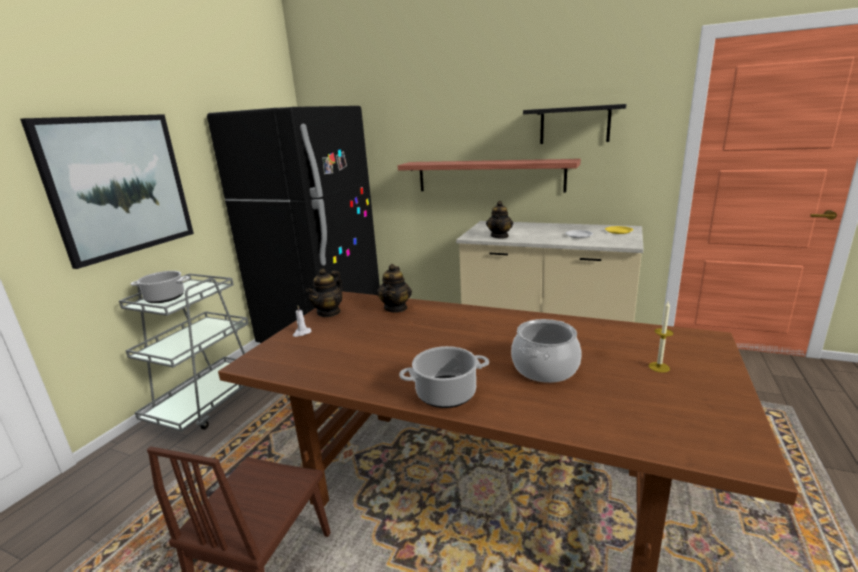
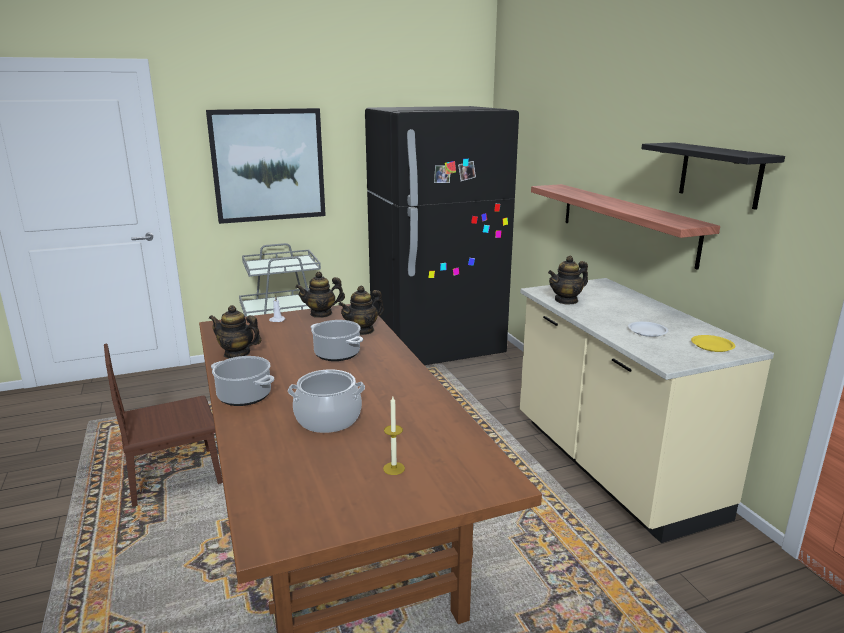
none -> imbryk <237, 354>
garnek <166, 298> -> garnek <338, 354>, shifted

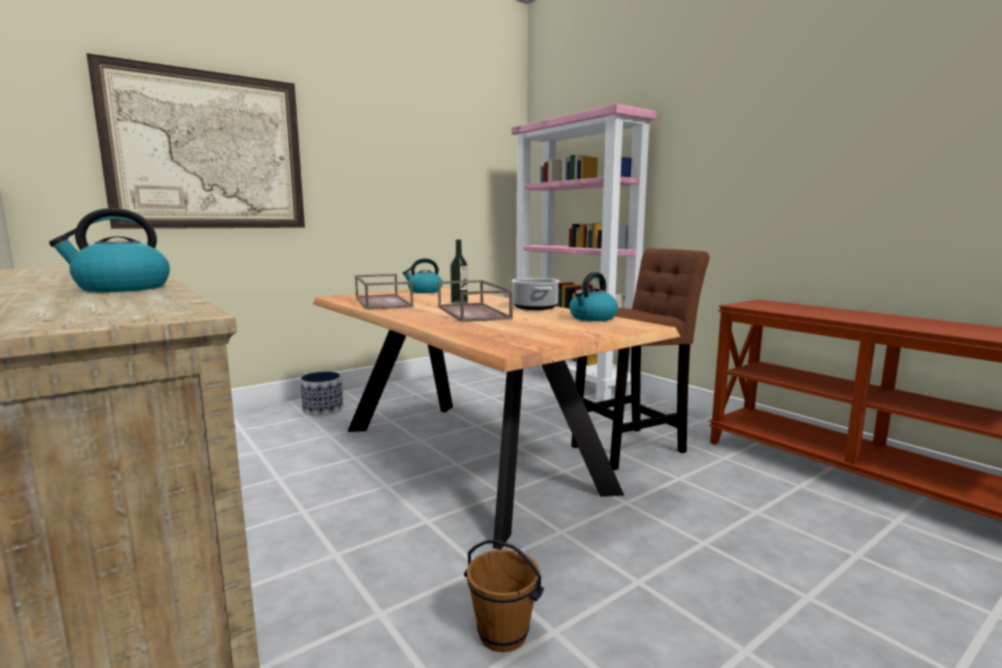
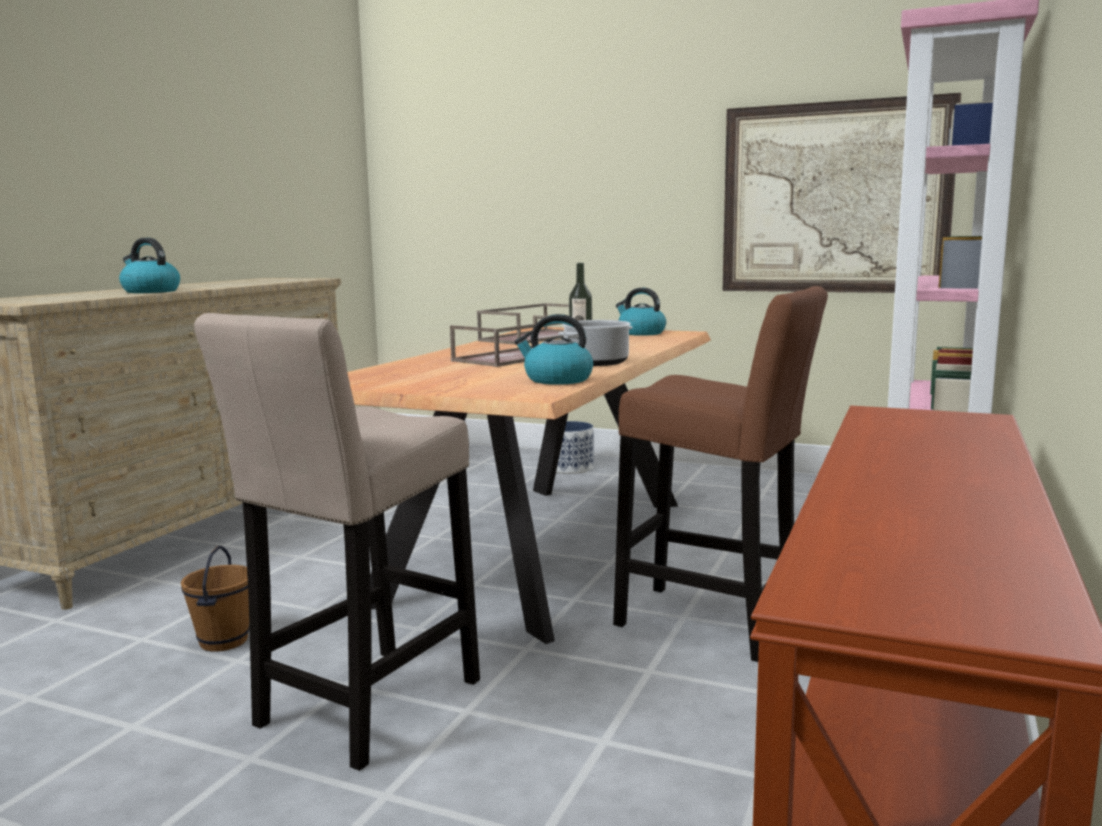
none -> stołek [beżowy] <362, 709>
obraz <208, 151> -> obraz <834, 198>, shifted

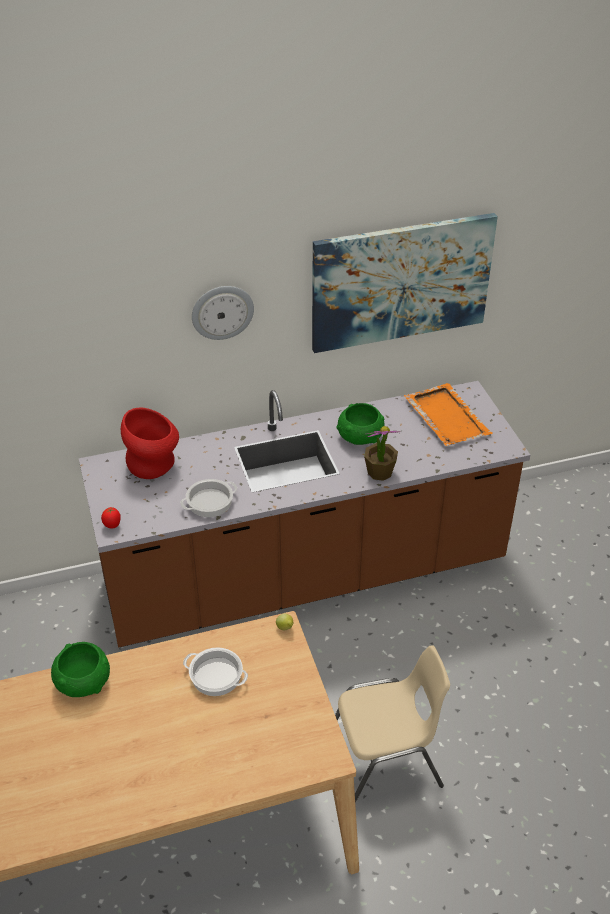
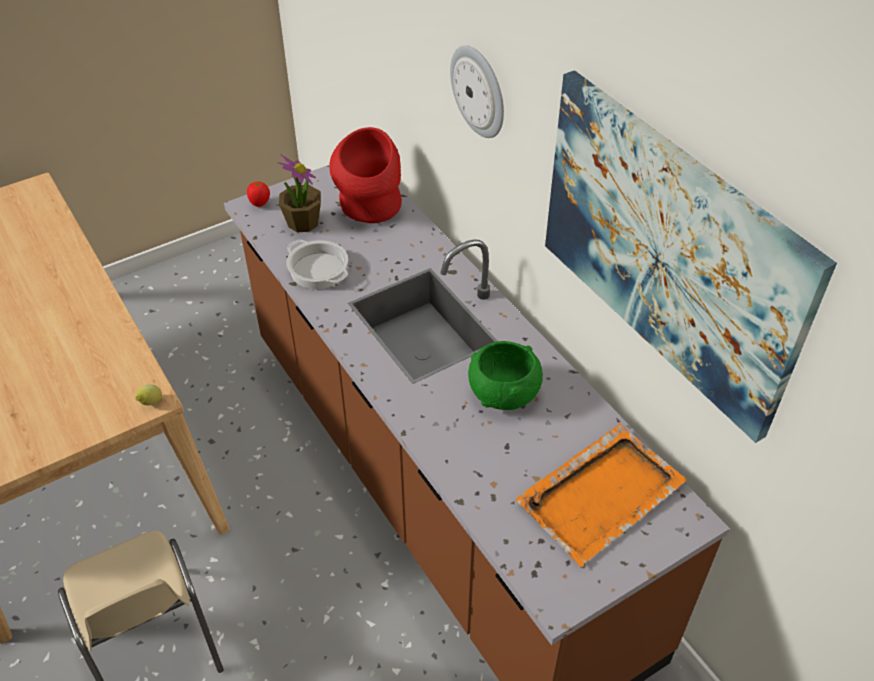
miska [zielony] <83, 681> -> none
garnek <217, 675> -> none
roślina doniczkowa <379, 472> -> roślina doniczkowa <303, 222>, shifted

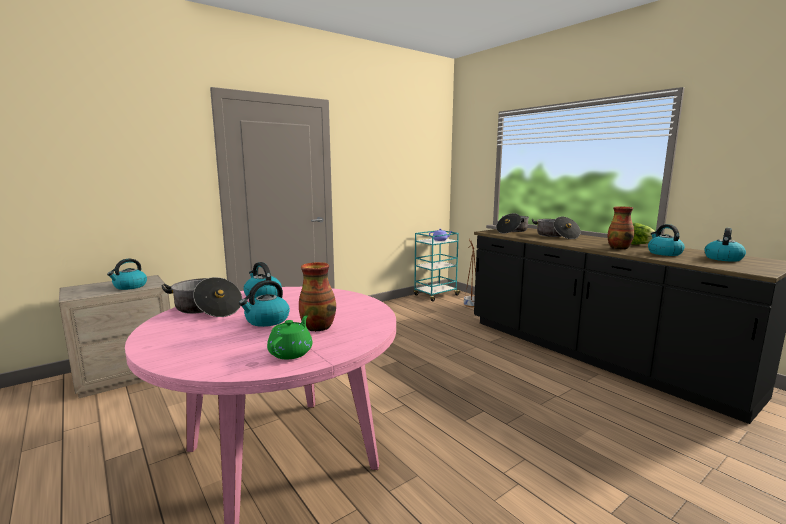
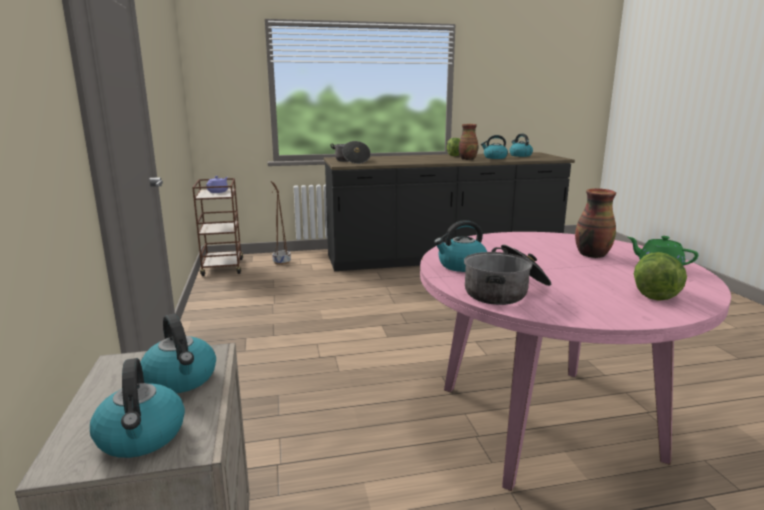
garnek <555, 236> -> none
none -> sałata <653, 293>
czajnik <267, 321> -> czajnik <142, 437>, shifted
wózek [turkusowy] <435, 295> -> wózek [brązowy] <223, 268>

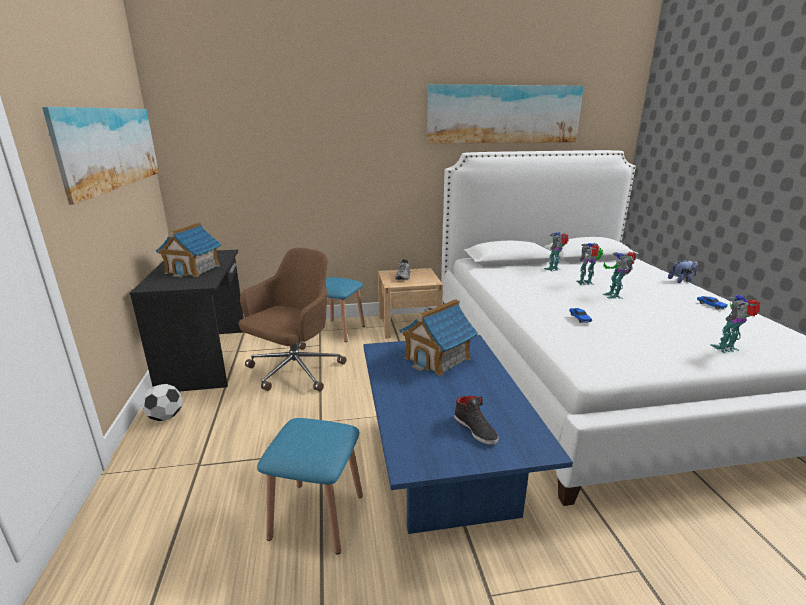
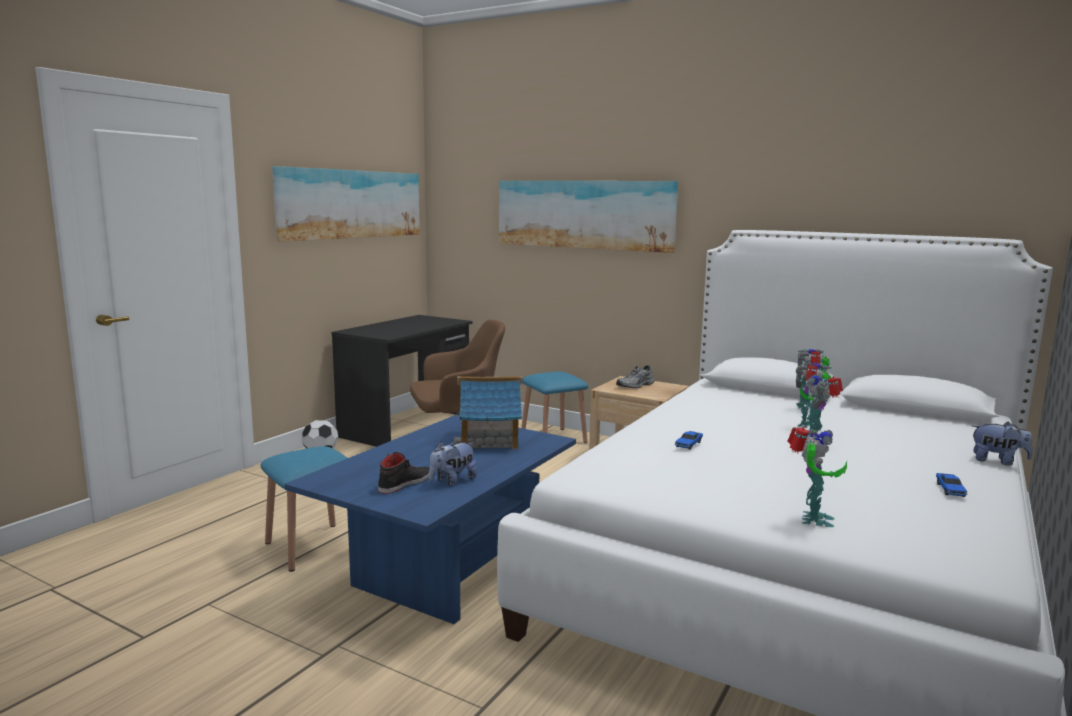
domek <193, 269> -> none
none -> pluszak <452, 481>
obraz <503, 114> -> obraz <583, 214>, shifted
but [czarny] <476, 429> -> but [czarny] <405, 483>, 150 degrees counterclockwise
robot zabawkowy <727, 349> -> robot zabawkowy <812, 519>, 90 degrees clockwise

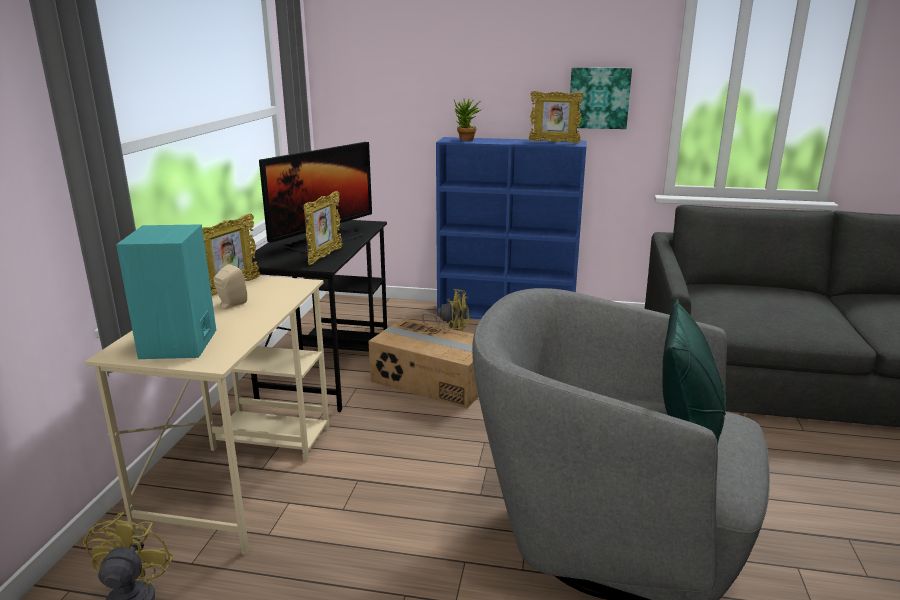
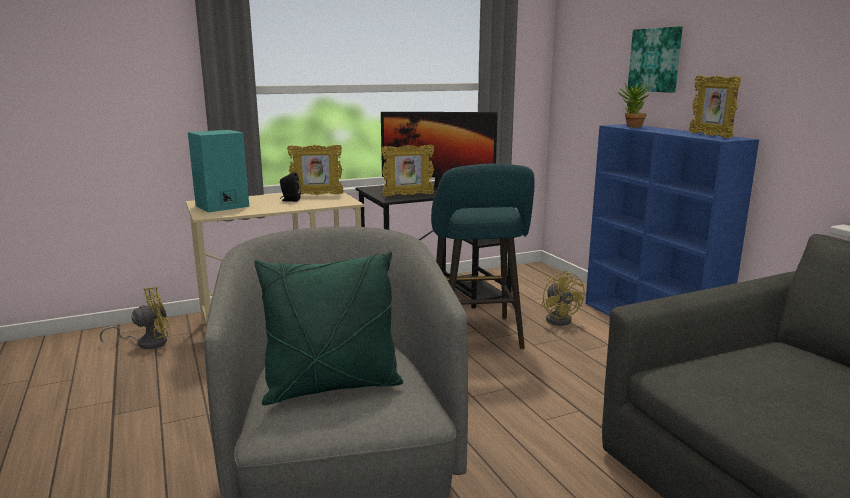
obraz <599, 98> -> obraz <656, 60>, shifted
karton <433, 381> -> stołek [turkusowy] <477, 337>
głośnik [beżowy] <230, 305> -> głośnik [czarny] <290, 200>

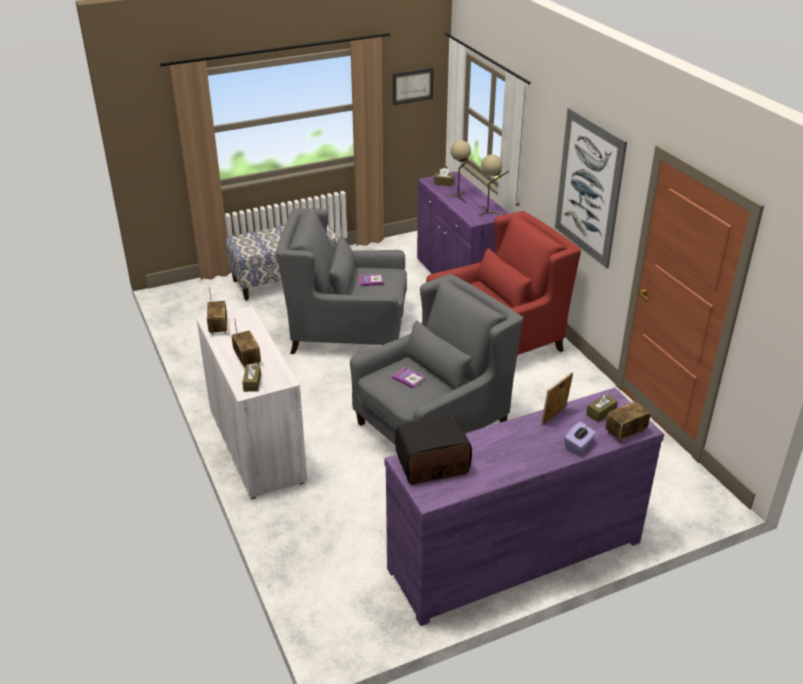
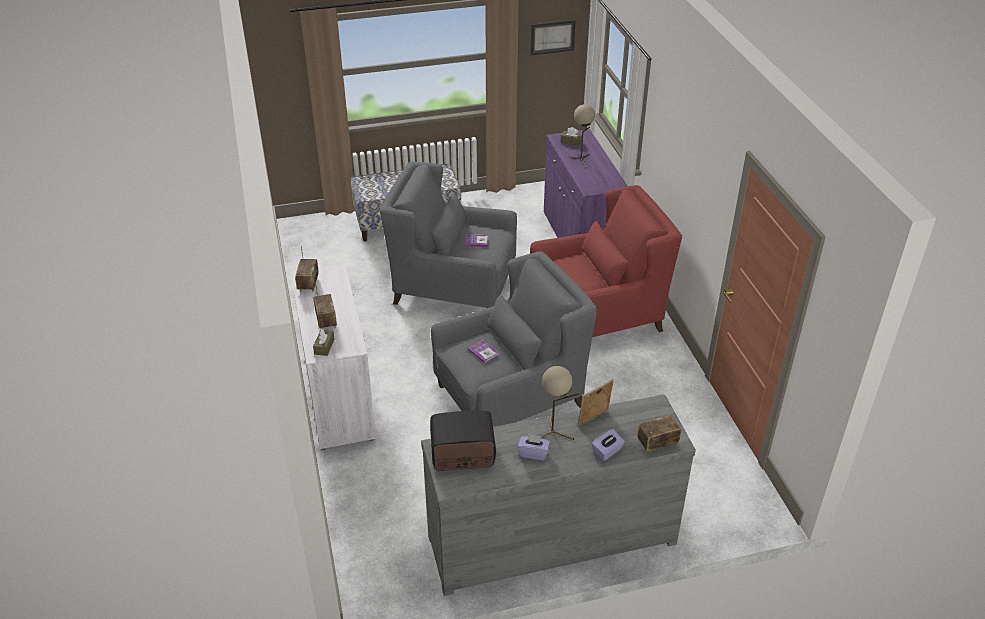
obraz <589, 187> -> none
pudełko chusteczek [brązowy] <601, 412> -> none
none -> pudełko chusteczek [fioletowy] <533, 453>
lampa stołowa [beżowy] <489, 212> -> lampa stołowa [beżowy] <555, 432>, shifted
komoda [fioletowy] <513, 554> -> komoda [szary] <550, 538>

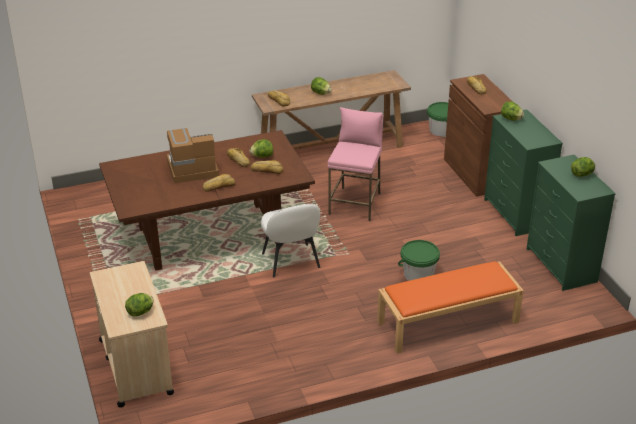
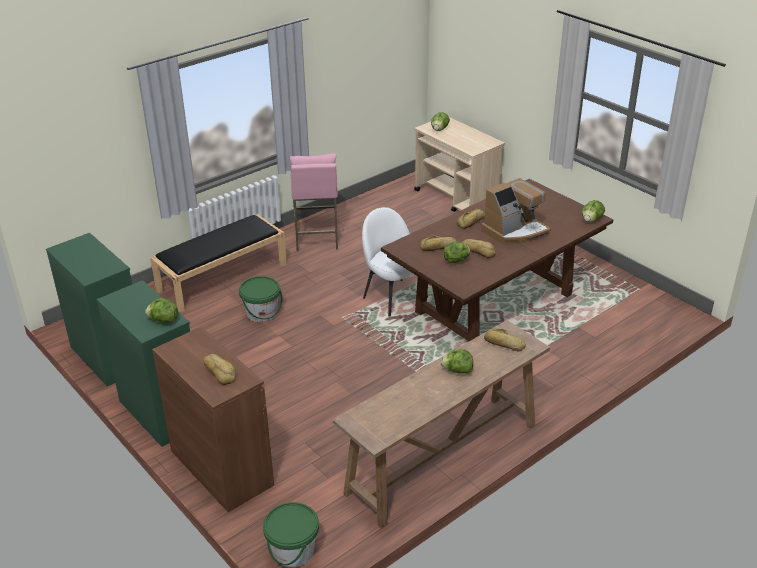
stołek [różowy] <355, 204> -> stołek [różowy] <316, 236>, shifted
sałata <582, 174> -> sałata <591, 220>, shifted
ławka [pomarańczowy] <447, 323> -> ławka [czarny] <223, 277>

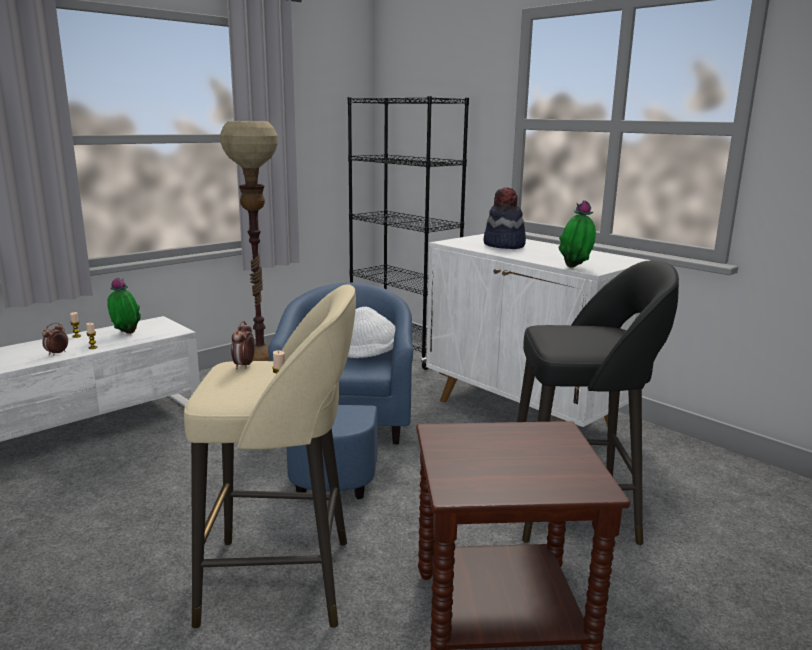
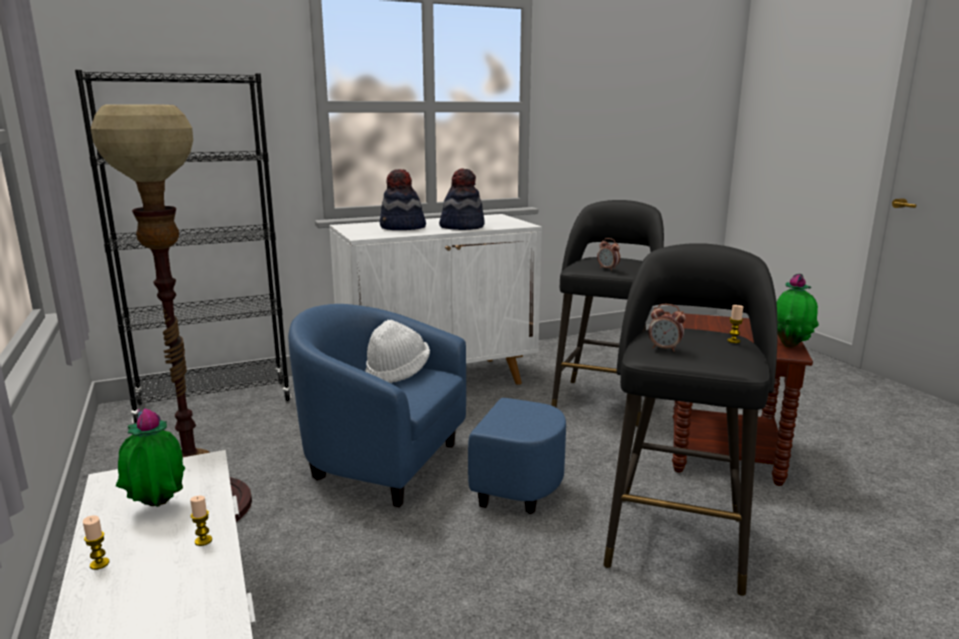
none -> kapelusz <462, 226>
budzik <57, 353> -> budzik <608, 269>, shifted
roślina doniczkowa <575, 268> -> roślina doniczkowa <791, 346>, shifted
stołek [beżowy] <282, 581> -> stołek [czarny] <676, 538>

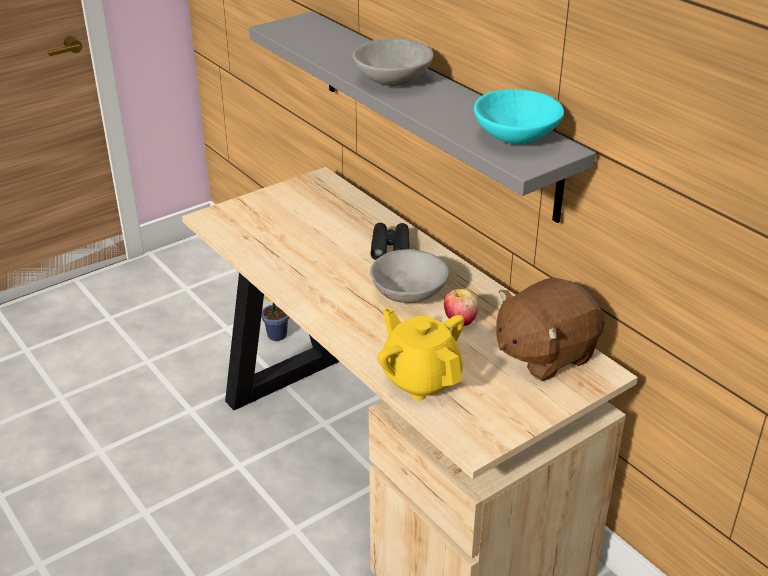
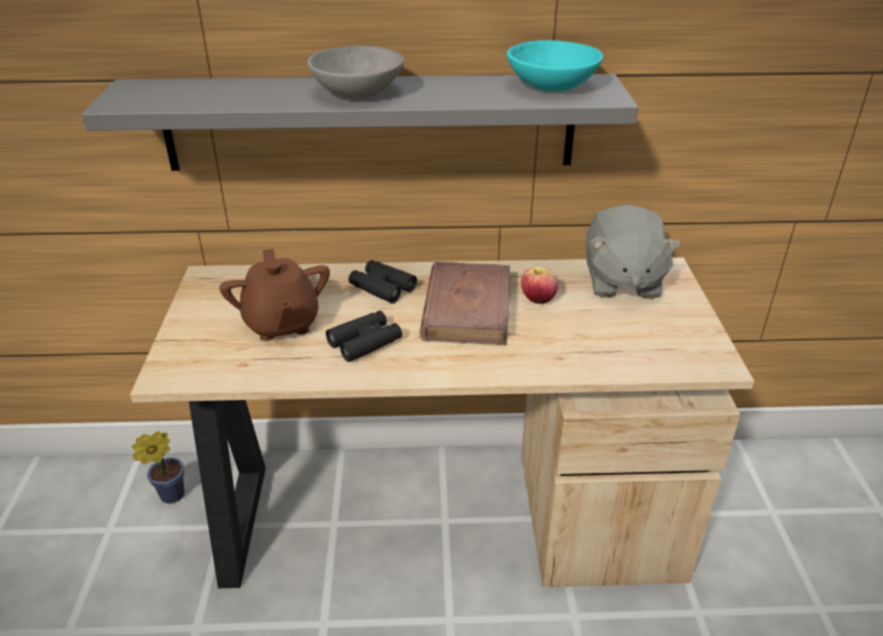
imbryk [żółty] <420, 379> -> none
none -> imbryk [brązowy] <281, 324>
none -> lornetka [czarny] <365, 342>
miska [szary] <408, 293> -> książka [brązowy] <467, 308>
pluszak [brązowy] <544, 354> -> pluszak [szary] <621, 281>

